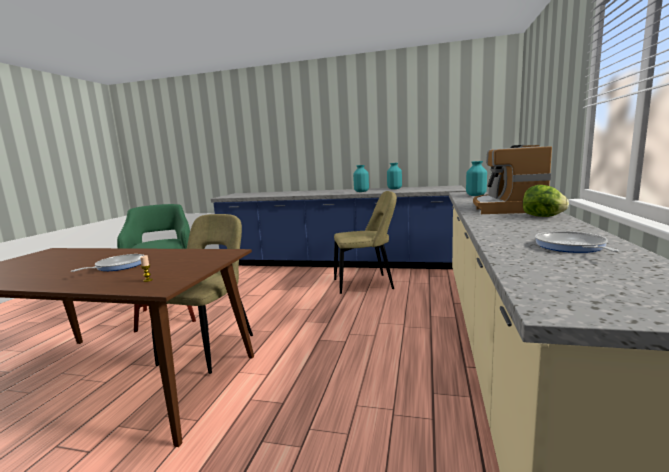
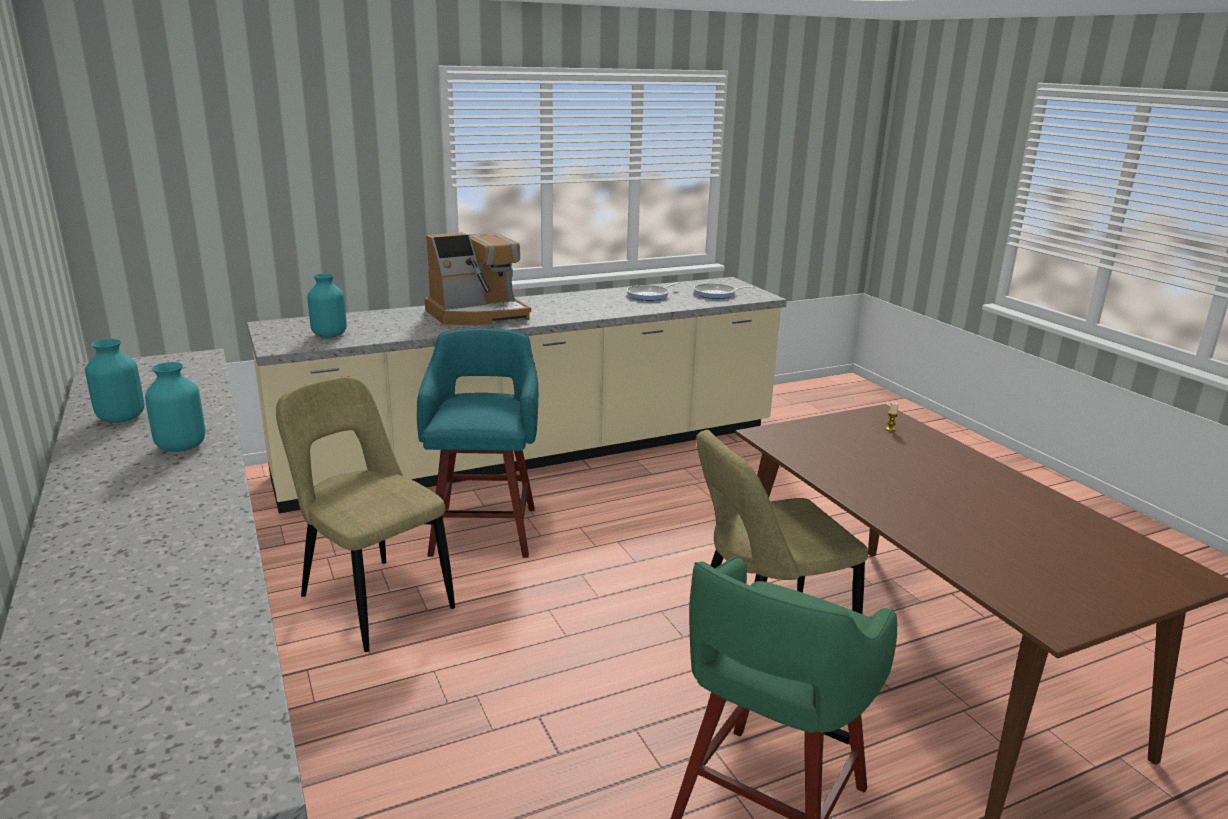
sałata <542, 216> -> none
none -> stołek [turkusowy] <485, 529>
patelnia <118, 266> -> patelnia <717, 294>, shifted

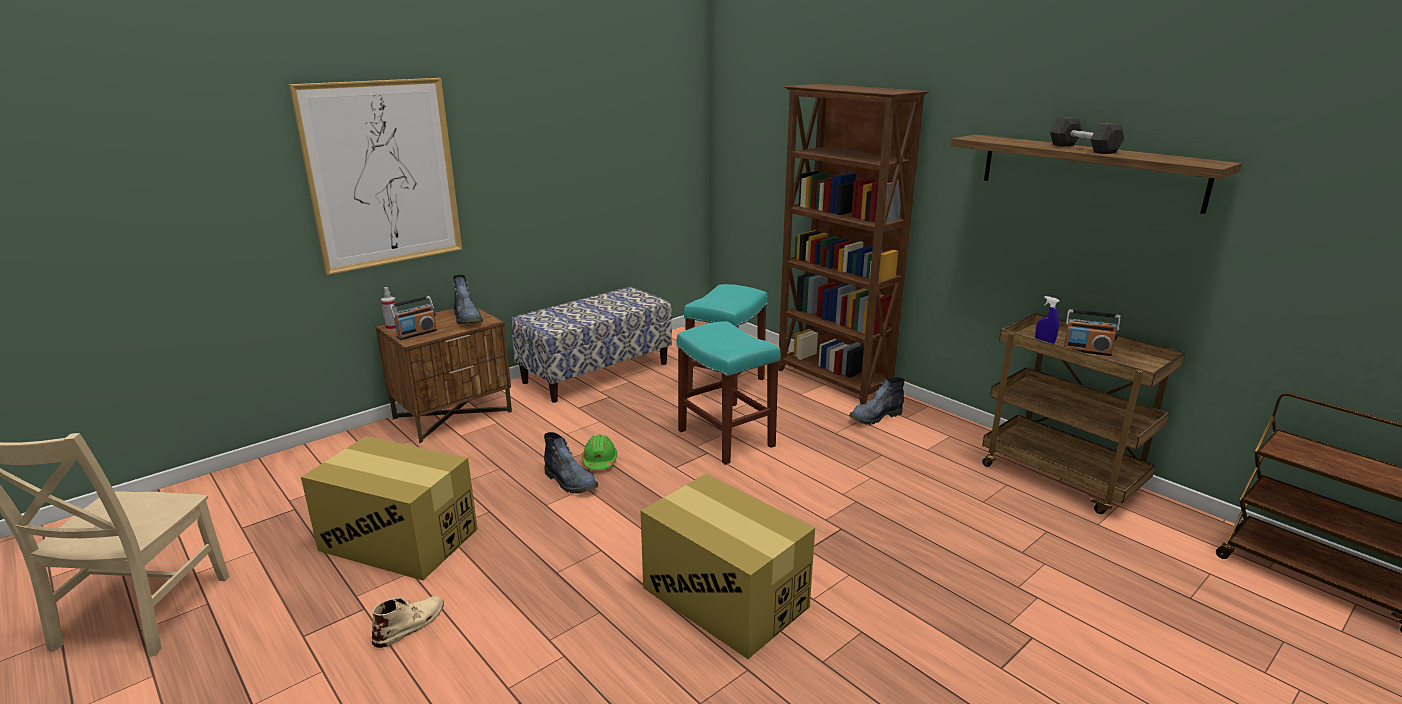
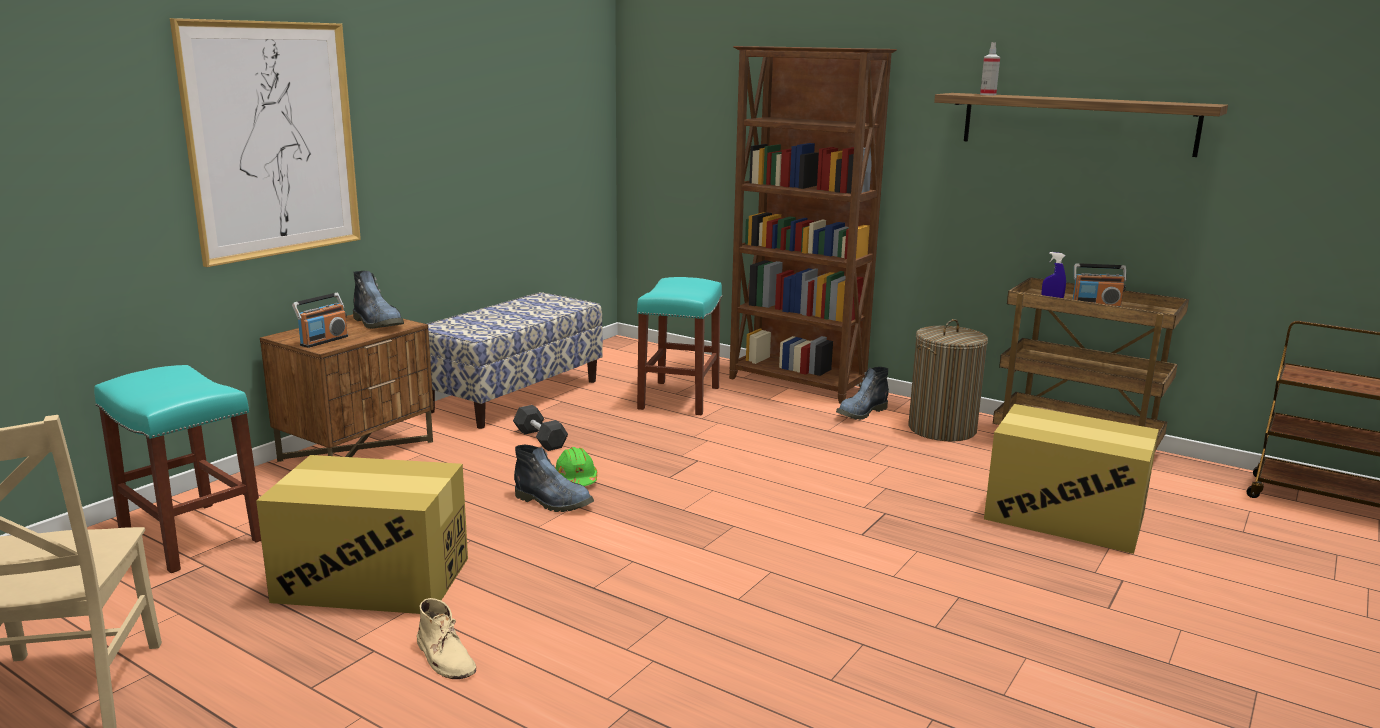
none -> kosz na pranie <942, 429>
spryskiwacz <392, 328> -> spryskiwacz <988, 95>, shifted
karton <725, 597> -> karton <1065, 517>, shifted
stołek [turkusowy] <724, 438> -> stołek [turkusowy] <189, 536>, shifted
hantel [szary] <1083, 149> -> hantel [szary] <540, 439>, shifted
but z cholewką [beżowy] <410, 624> -> but z cholewką [beżowy] <445, 657>, 120 degrees clockwise

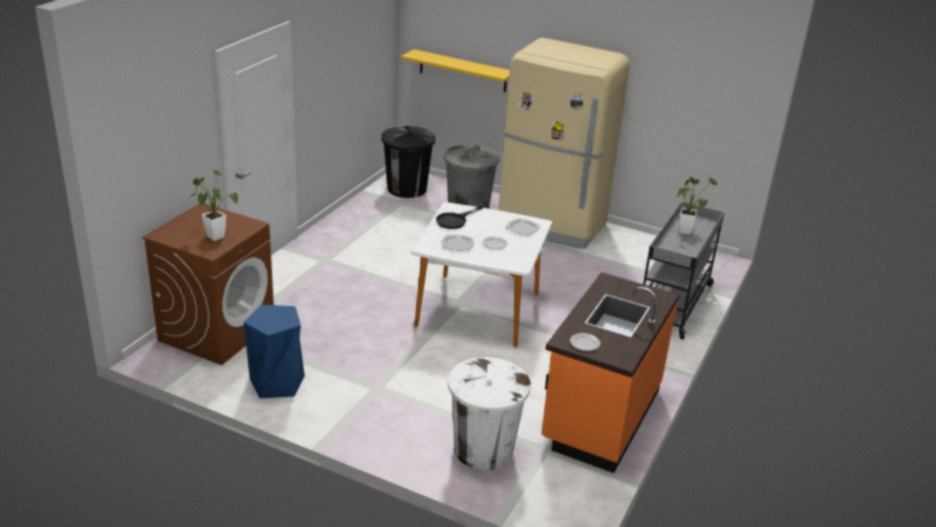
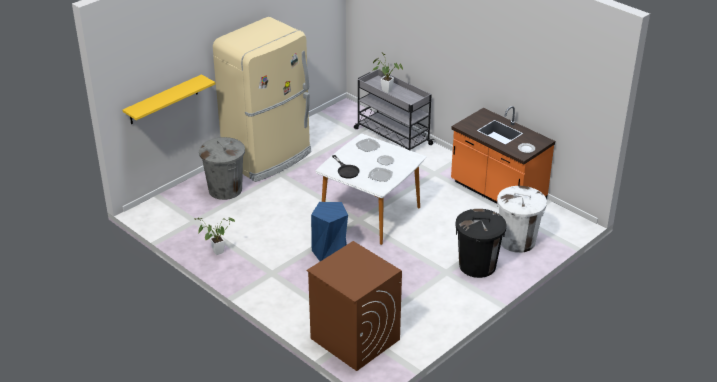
roślina doniczkowa <213, 235> -> roślina doniczkowa <215, 252>, shifted
stołek [niebieski] <277, 383> -> stołek [niebieski] <330, 252>, shifted
kosz na śmieci [czarny] <406, 189> -> kosz na śmieci [czarny] <477, 266>, shifted

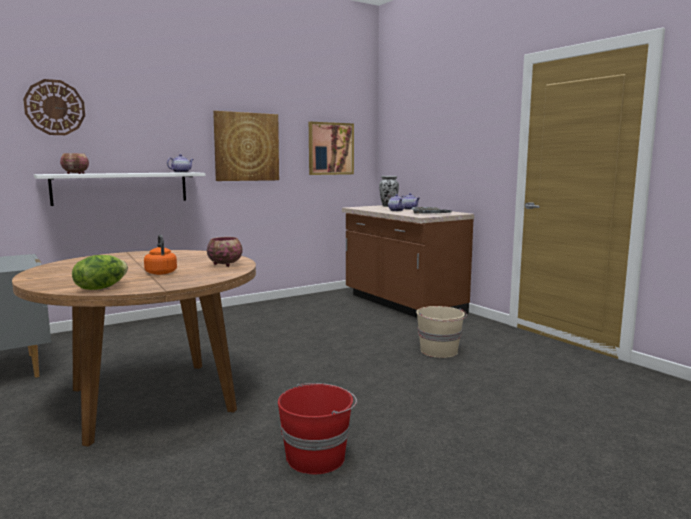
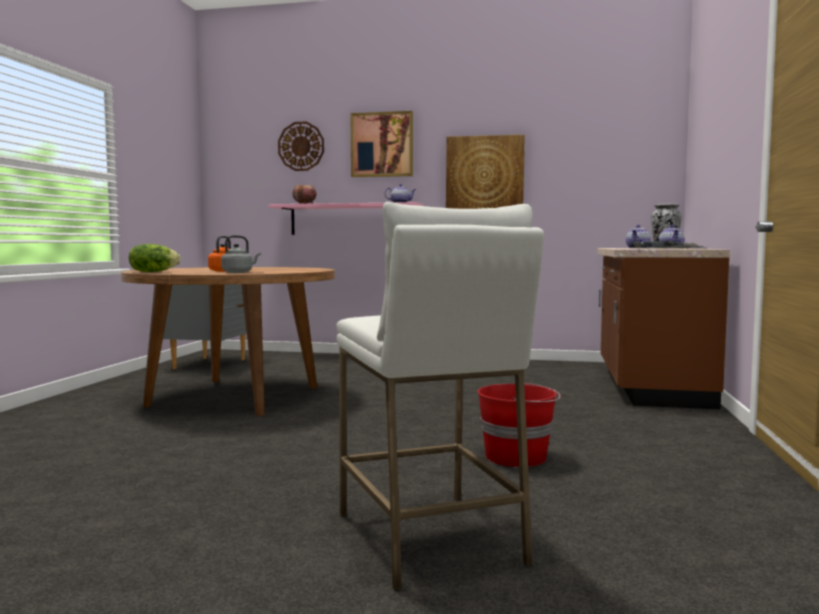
miska <225, 264> -> none
wiadro [beżowy] <439, 351> -> none
none -> czajnik [szary] <239, 272>
none -> stołek [biały] <430, 538>
wiadro [czerwony] <317, 457> -> wiadro [czerwony] <517, 457>, shifted
obraz <330, 148> -> obraz <382, 144>, shifted
półka [biały] <121, 188> -> półka [różowy] <351, 219>

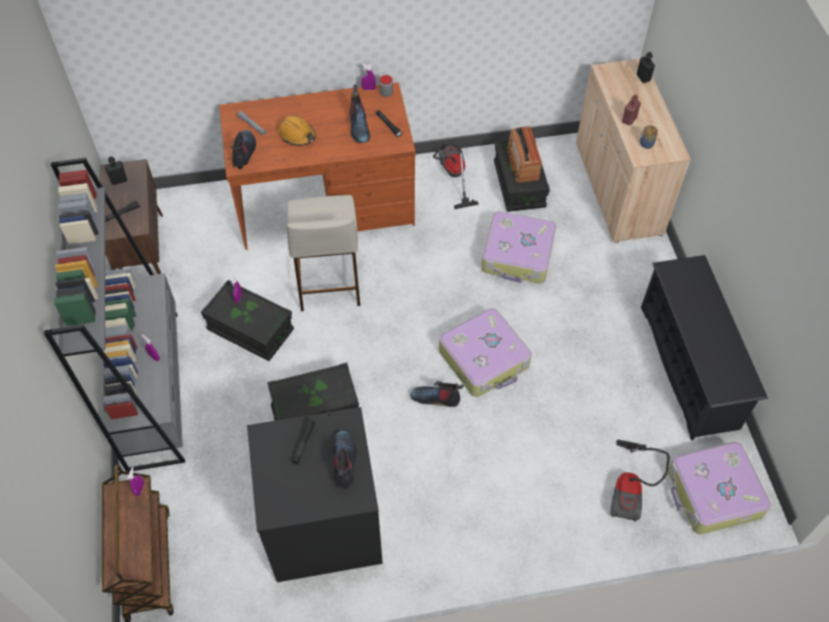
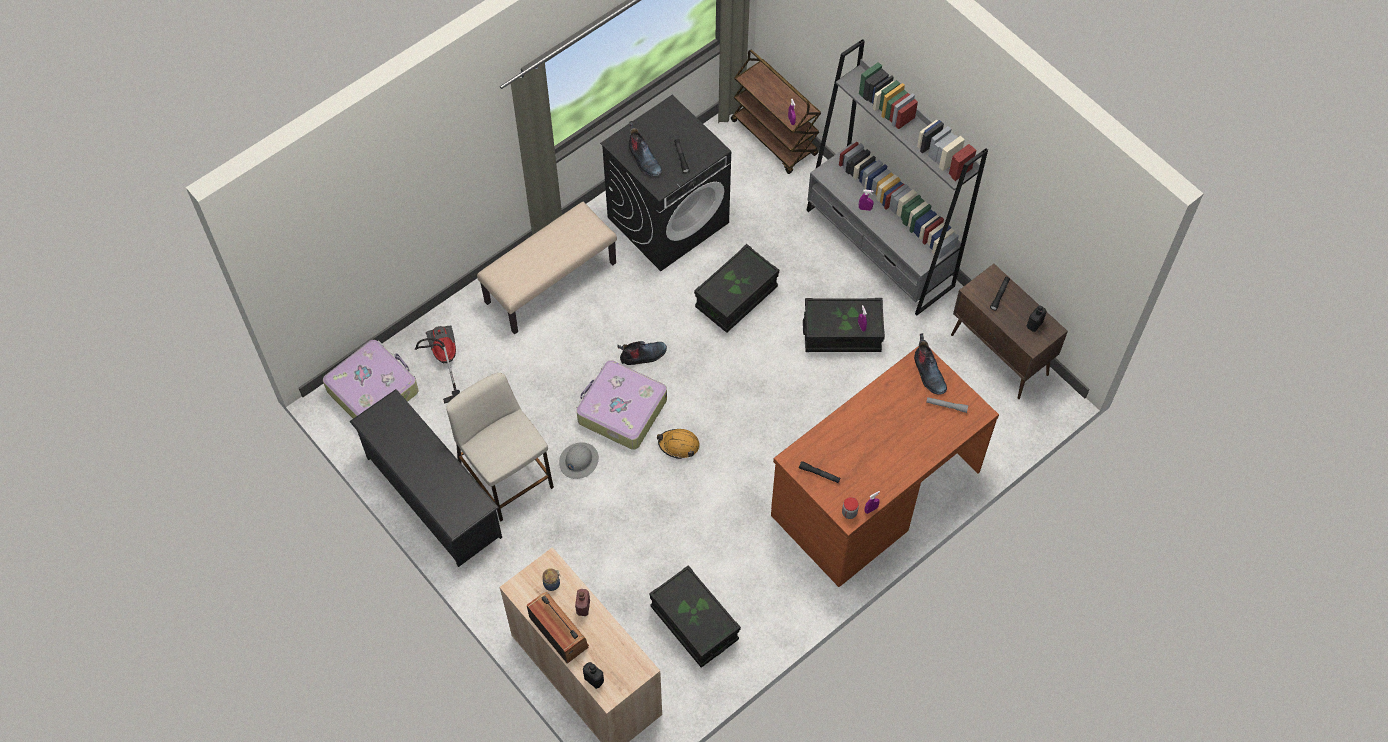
but z cholewką <359, 127> -> none
odkurzacz <452, 176> -> none
walizka <518, 255> -> none
none -> ławka [beżowy] <550, 282>
none -> kask [szary] <578, 461>
kask [pomarańczowy] <297, 135> -> kask [pomarańczowy] <679, 445>, shifted
stołek [beżowy] <328, 277> -> stołek [beżowy] <506, 476>, shifted
radio <522, 163> -> radio <559, 632>, shifted

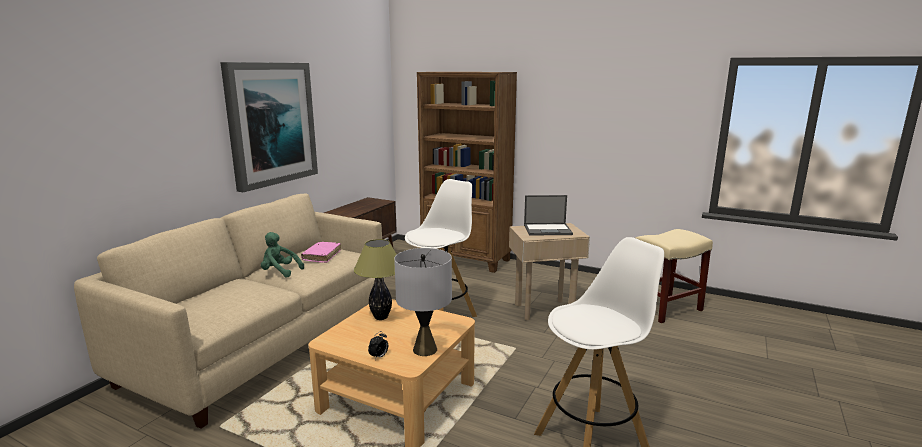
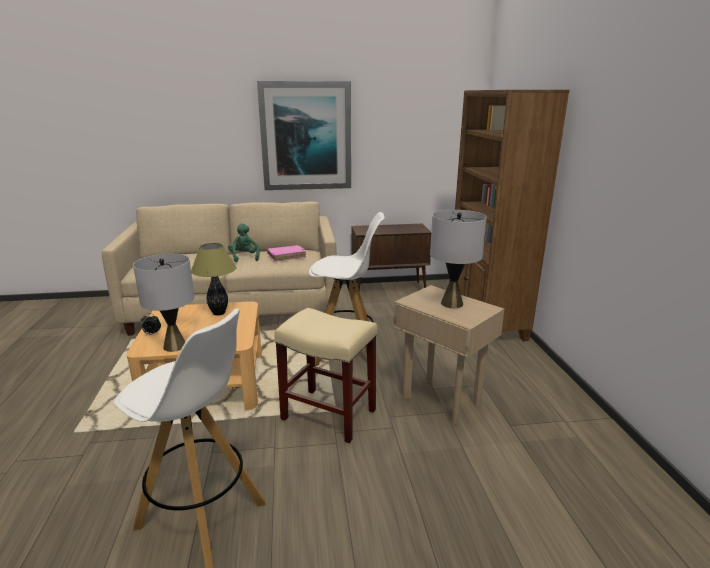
stołek [beżowy] <665, 308> -> stołek [beżowy] <330, 415>, shifted
laptop <548, 230> -> lampa stołowa [szary] <452, 303>

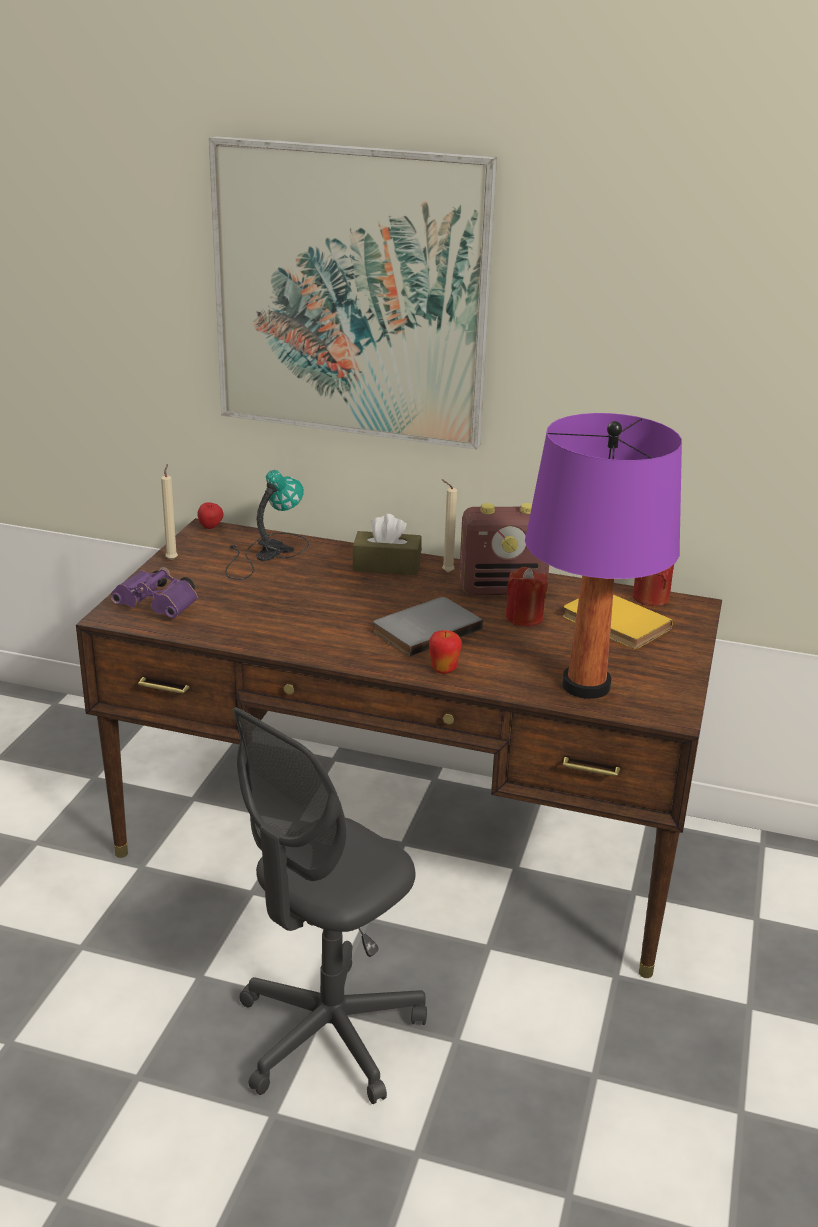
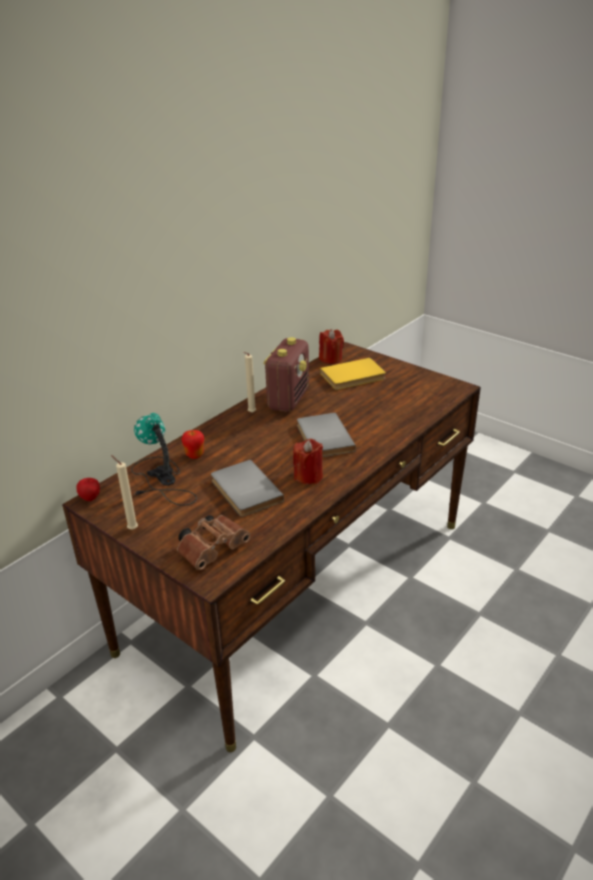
obraz <351, 294> -> none
krzesło biurowe [szary] <329, 1035> -> none
pudełko chusteczek [brązowy] <386, 565> -> none
lampa stołowa [fioletowy] <586, 685> -> none
none -> książka [szary] <244, 491>
jabłko <444, 669> -> jabłko <194, 455>, shifted
świeca [czerwony] <524, 618> -> świeca [czerwony] <308, 476>, shifted
lornetka [fioletowy] <159, 608> -> lornetka [brązowy] <214, 549>

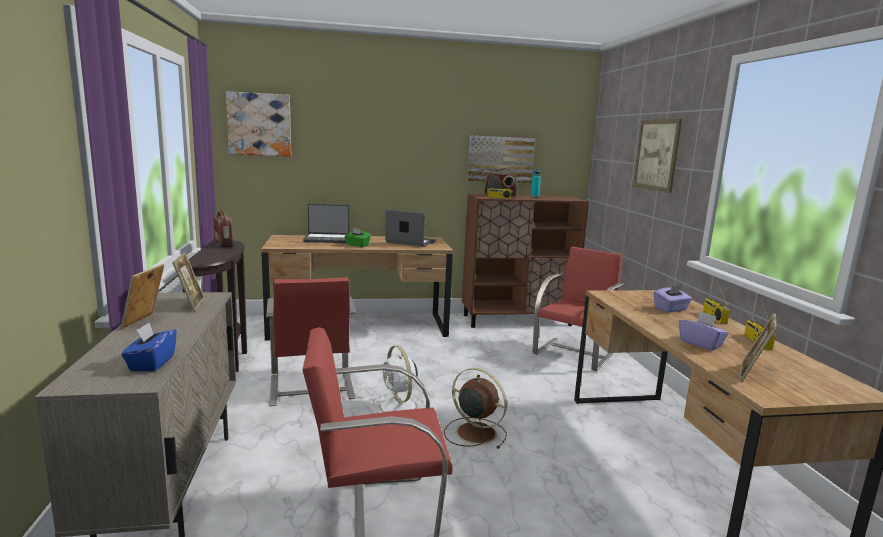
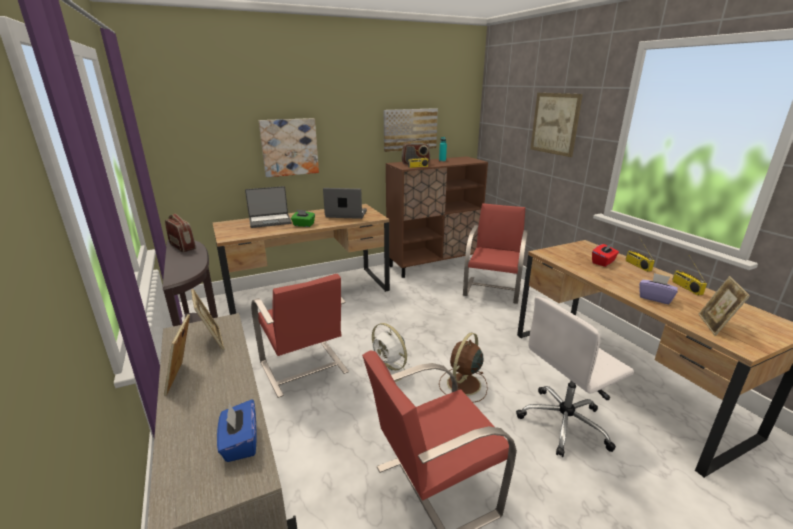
none -> krzesło biurowe [biały] <565, 423>
obraz <259, 124> -> obraz <289, 147>, shifted
pudełko chusteczek [fioletowy] <671, 309> -> pudełko chusteczek [czerwony] <603, 262>
wentylator [brązowy] <474, 432> -> wentylator [brązowy] <463, 385>, 75 degrees counterclockwise

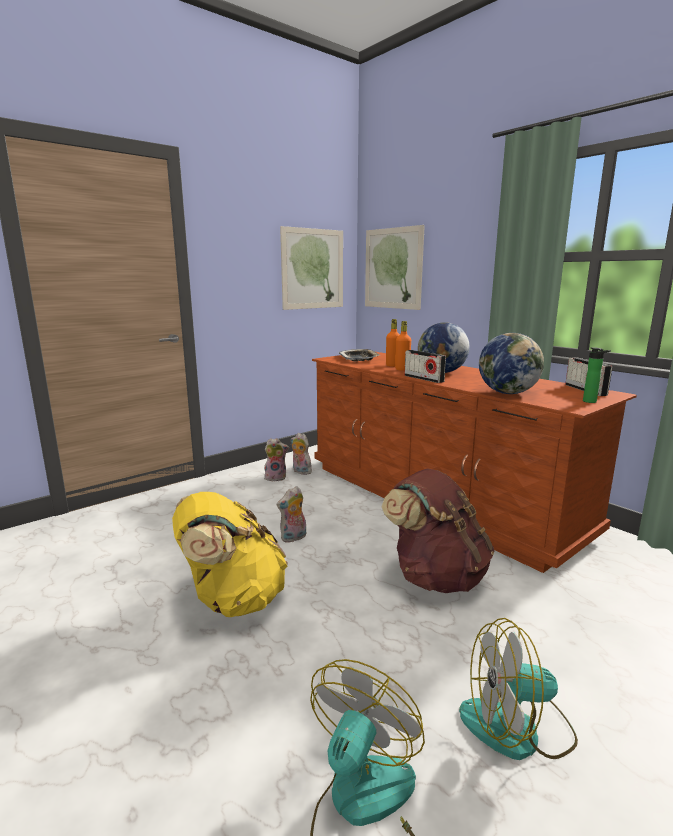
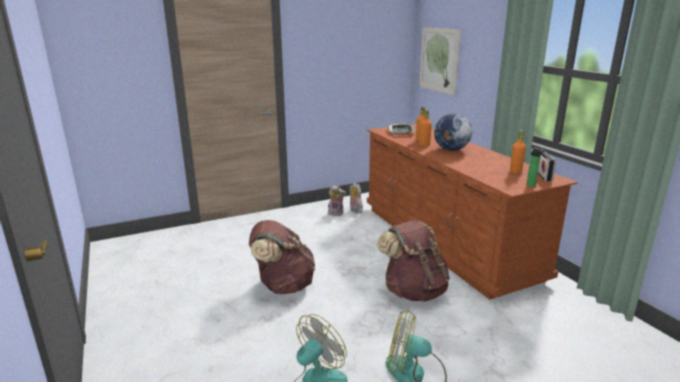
pluszak <293, 538> -> none
obraz <313, 269> -> none
radio <423, 378> -> none
globus <508, 393> -> none
none -> butelka [pomarańczowy] <515, 172>
plecak [żółty] <232, 599> -> plecak [brązowy] <283, 286>

